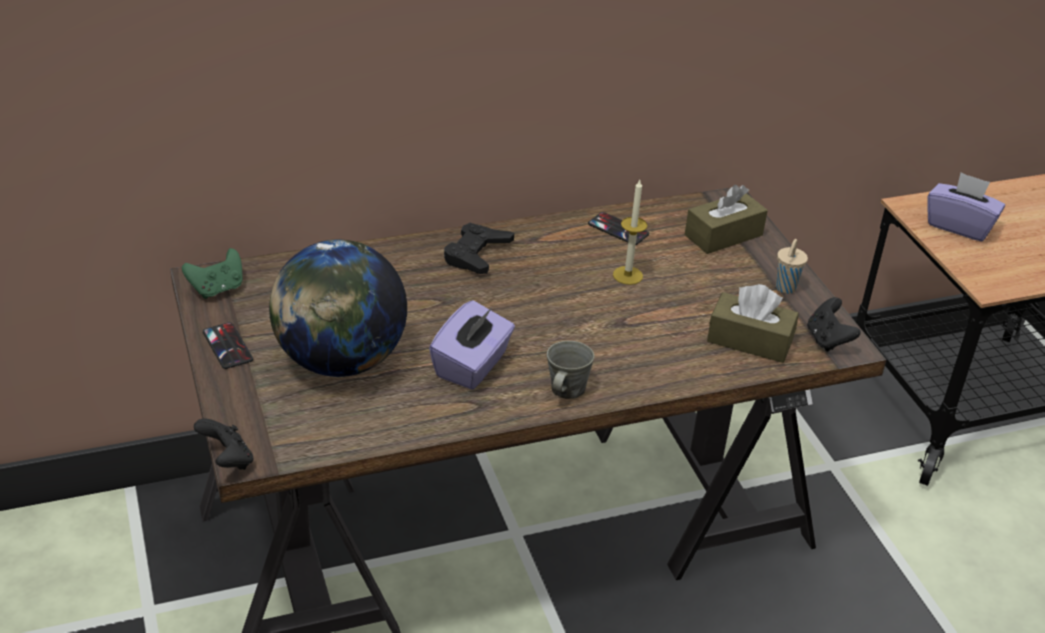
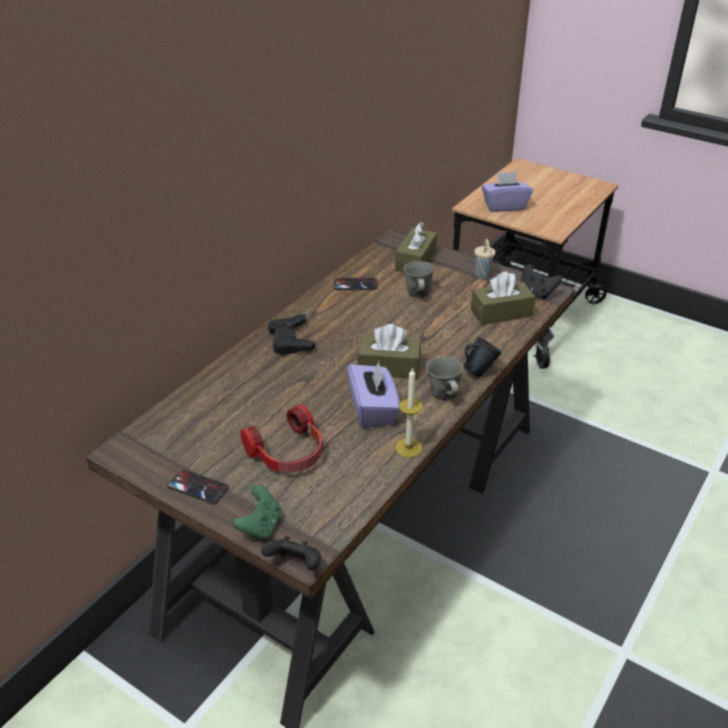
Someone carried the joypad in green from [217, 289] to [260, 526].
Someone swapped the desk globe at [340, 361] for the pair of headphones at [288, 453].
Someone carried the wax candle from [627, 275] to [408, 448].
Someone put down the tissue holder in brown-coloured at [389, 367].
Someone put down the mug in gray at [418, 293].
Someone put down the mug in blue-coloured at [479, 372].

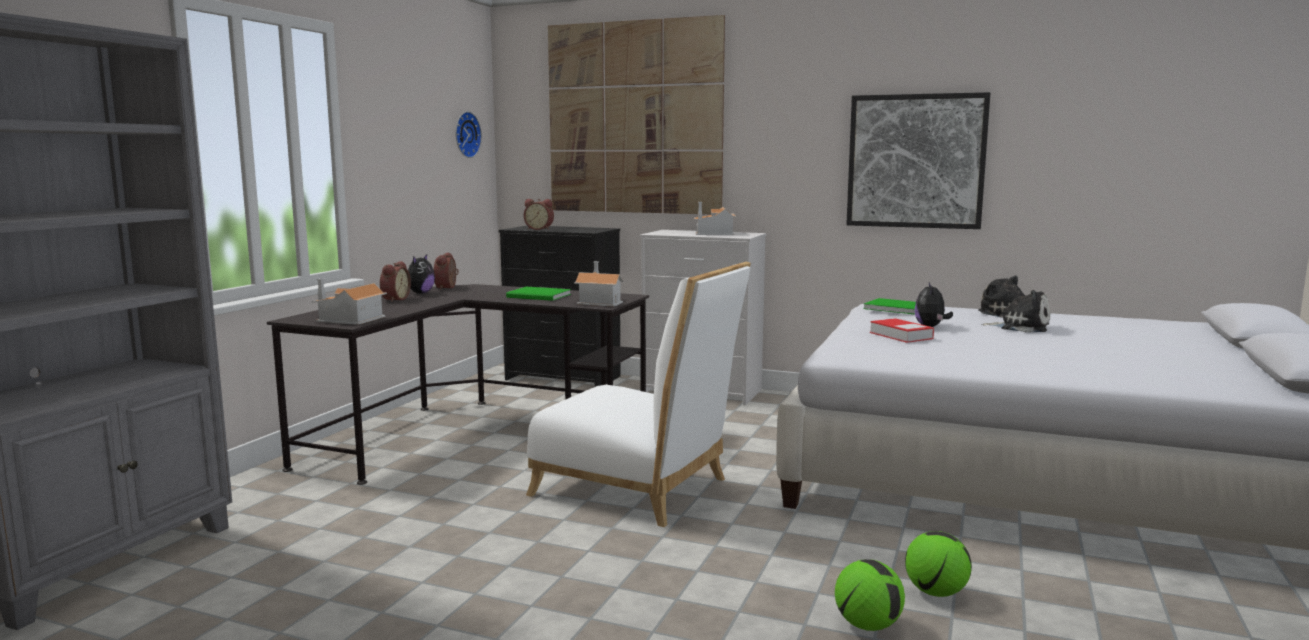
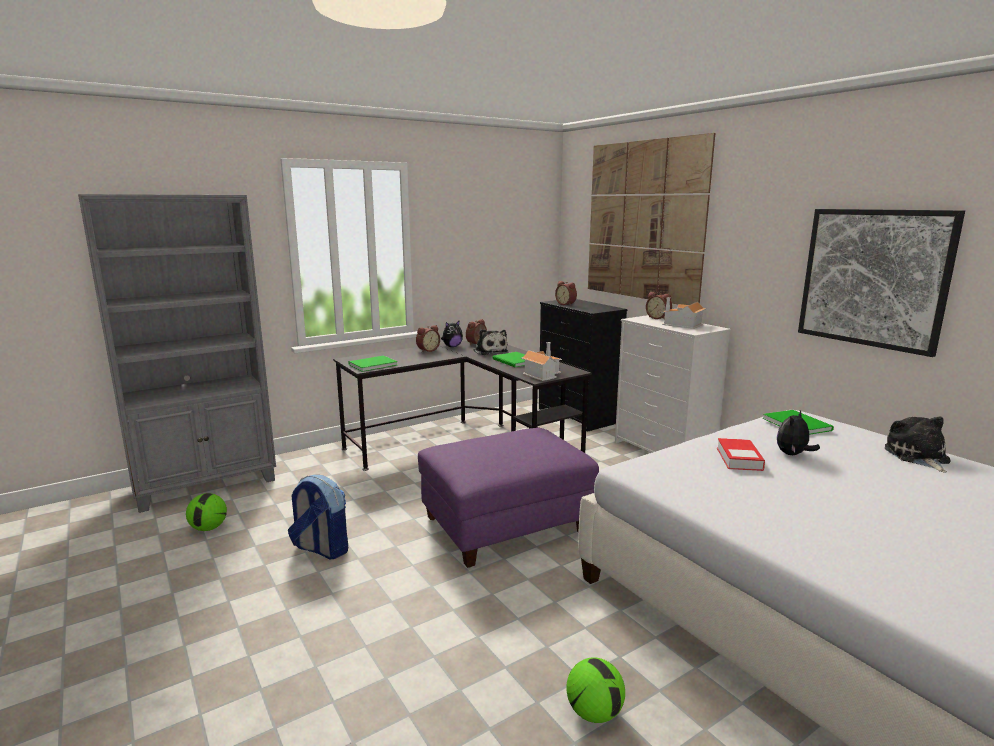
Someone swapped the model house at [350, 320] for the volume in green at [371, 365].
Someone took away the wall clock at [465, 134].
Someone swapped the upright chair in white at [639, 489] for the footrest in purple at [505, 526].
Someone carried the football from [868, 625] to [208, 528].
Someone carried the soft toy from [1020, 327] to [489, 351].
Someone put down the backpack at [321, 549].
Someone put down the bedside clock at [658, 318].

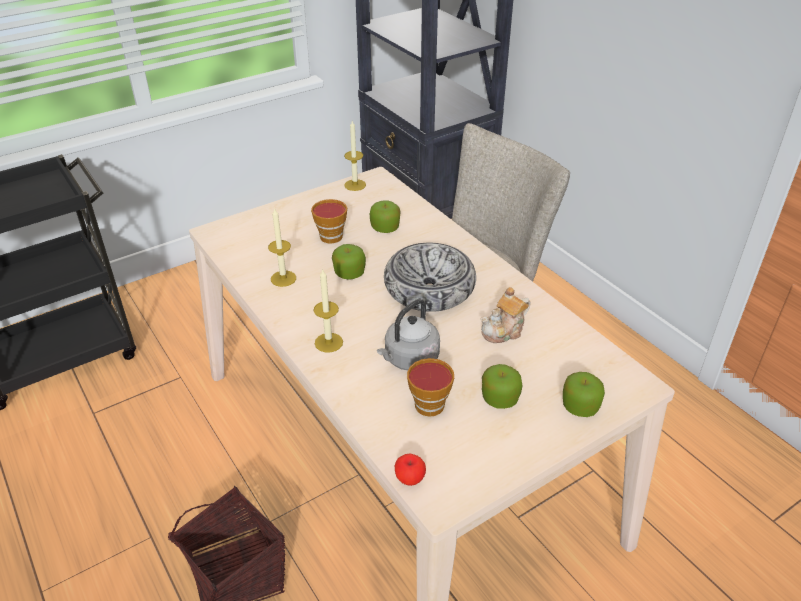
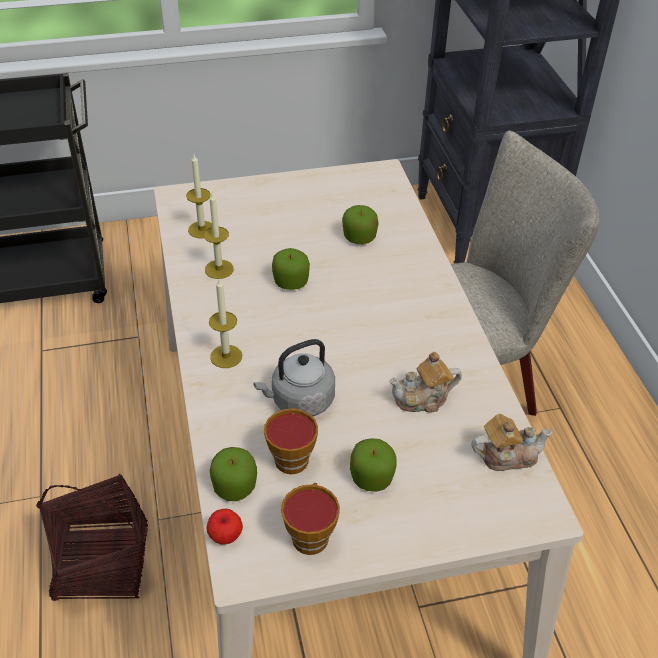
Someone carried the small cup from [330, 235] to [310, 534].
Someone carried the wax candle from [355, 185] to [202, 229].
Someone took away the bowl at [429, 288].
Someone carried the apple fruit from [580, 406] to [235, 486].
Someone put down the tea pot at [507, 455].

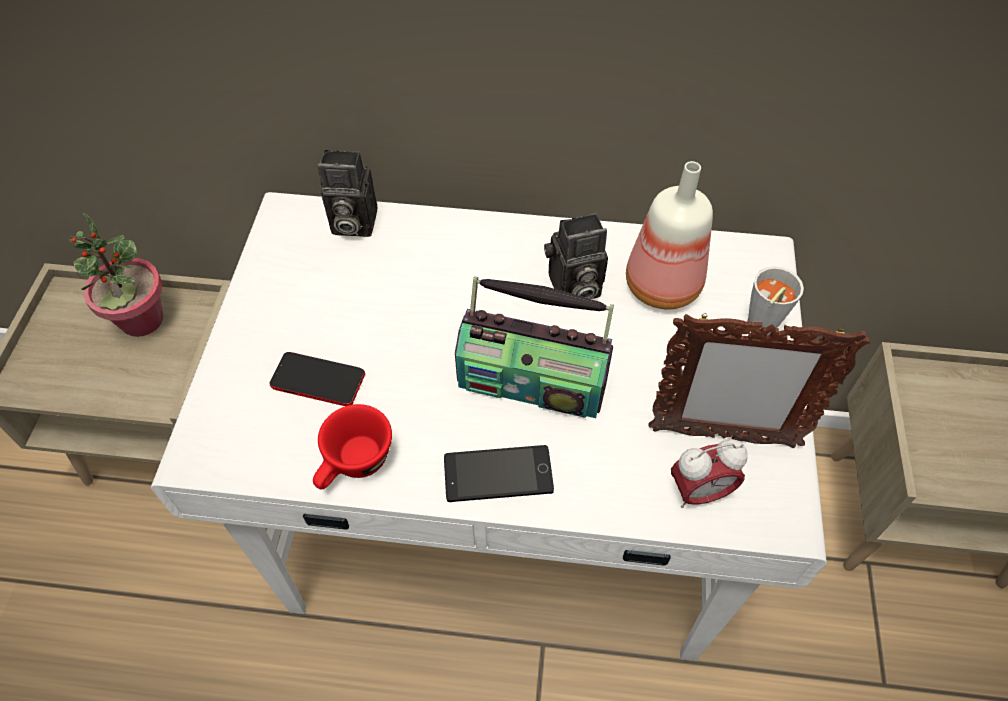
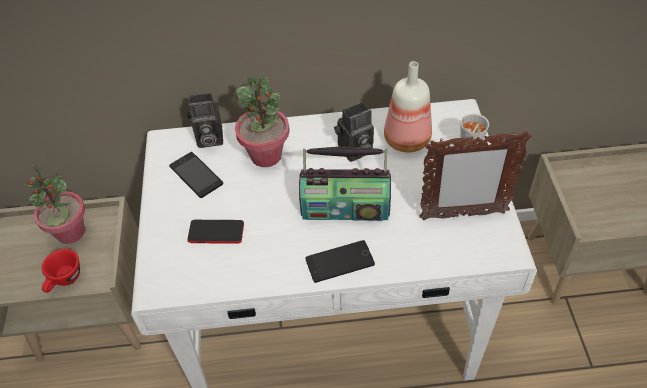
Someone carried the small cup in red from [354, 465] to [64, 280].
Someone took away the bedside clock at [699, 492].
Someone put down the telephone at [196, 175].
Someone put down the plant in a pot at [266, 155].

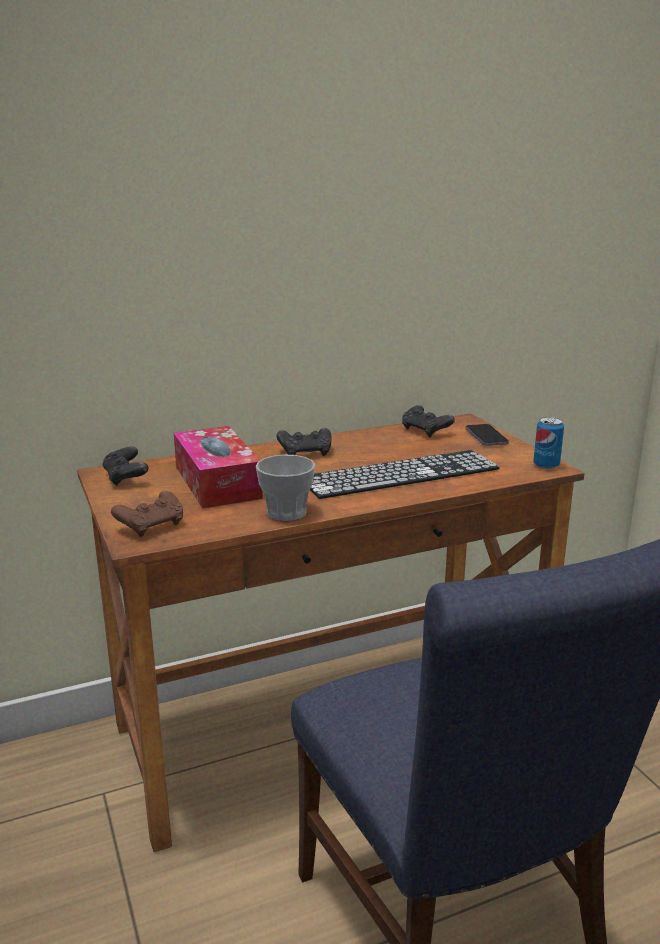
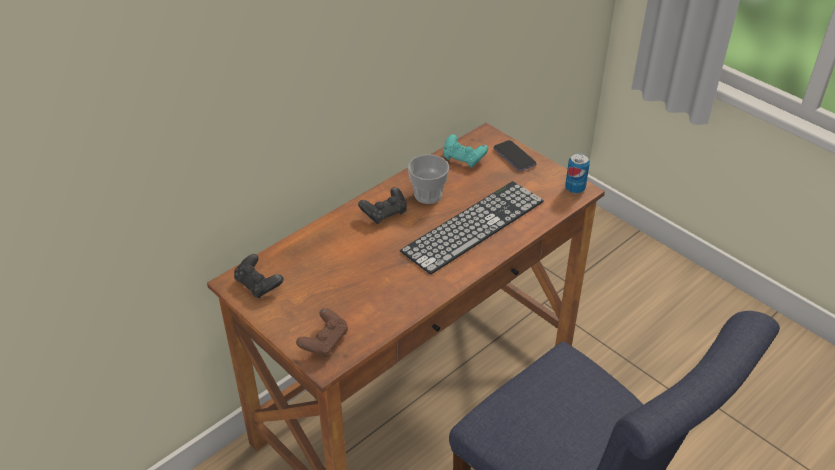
Someone took away the tissue holder at [217, 482].
Someone carried the small cup from [286, 513] to [428, 195].
Someone repainted the joypad in blackish at [425, 431], which became the joypad in turquoise-coloured at [463, 159].

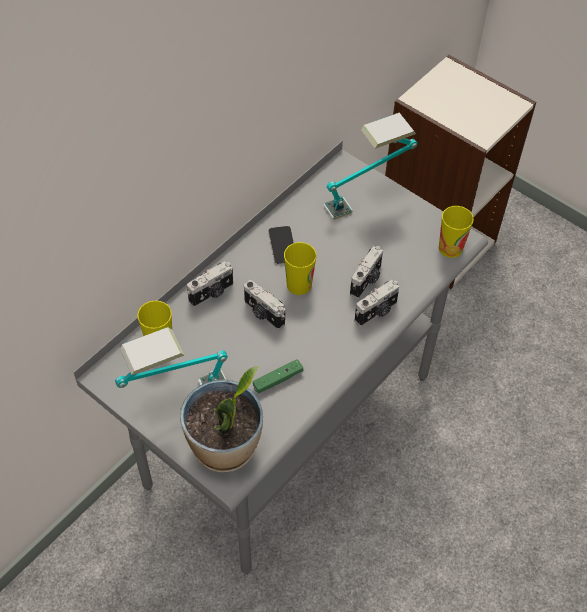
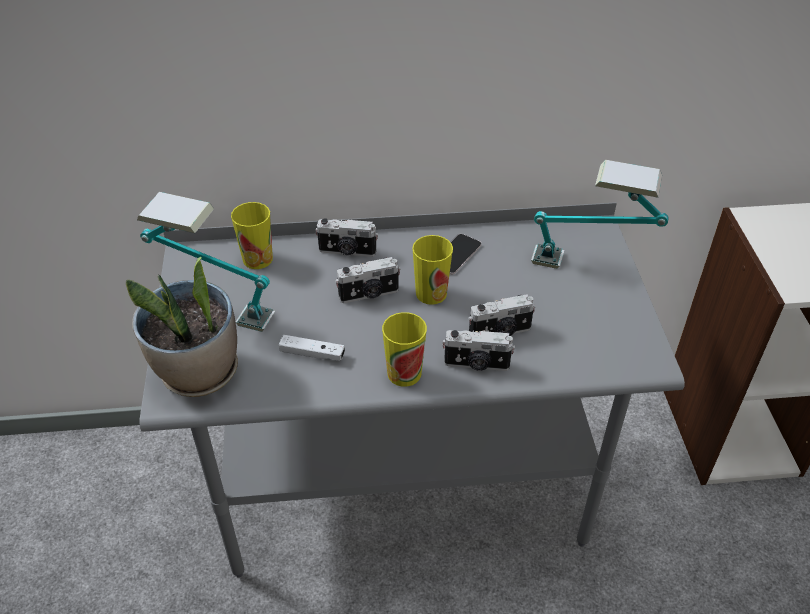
Someone rotated the photo camera at [263, 314] by 105 degrees counterclockwise.
Someone repainted the joypad in green at [278, 380], which became the joypad in white at [312, 354].
Someone carried the small cup from [450, 248] to [404, 373].

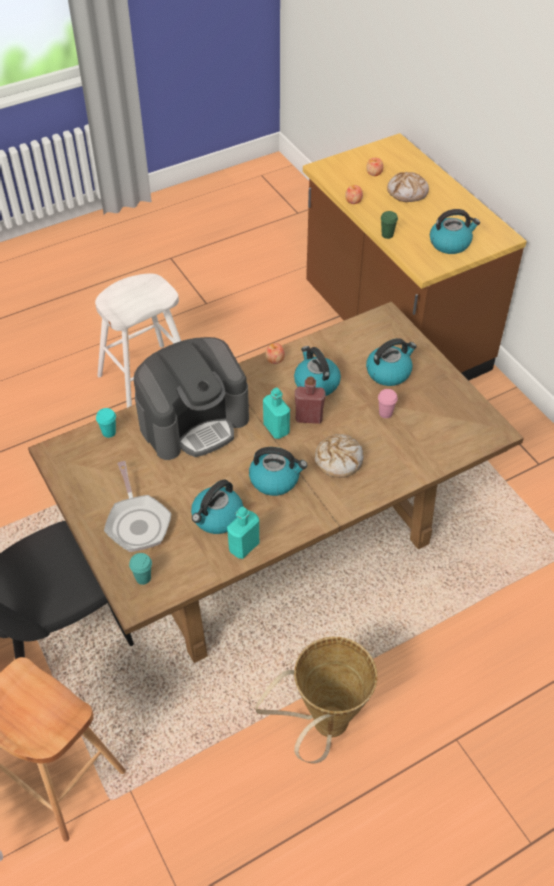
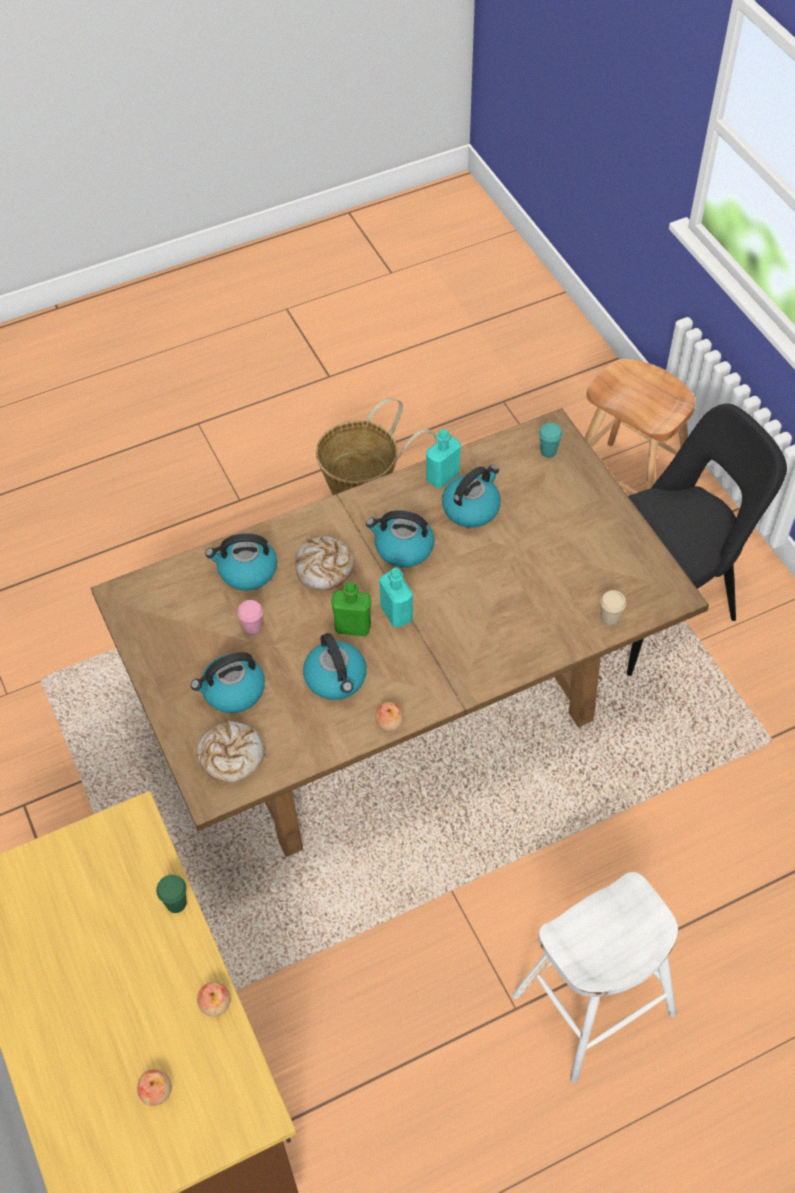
Someone repainted the small cup in turquoise-coloured at [109, 432], which became the small cup in beige at [610, 619].
Someone took away the pan at [137, 522].
Someone took away the coffee maker at [194, 421].
Someone repainted the bottle in red at [309, 418], which became the bottle in green at [353, 627].
Someone carried the bread from [407, 192] to [230, 756].
Someone carried the water kettle from [450, 243] to [246, 571].

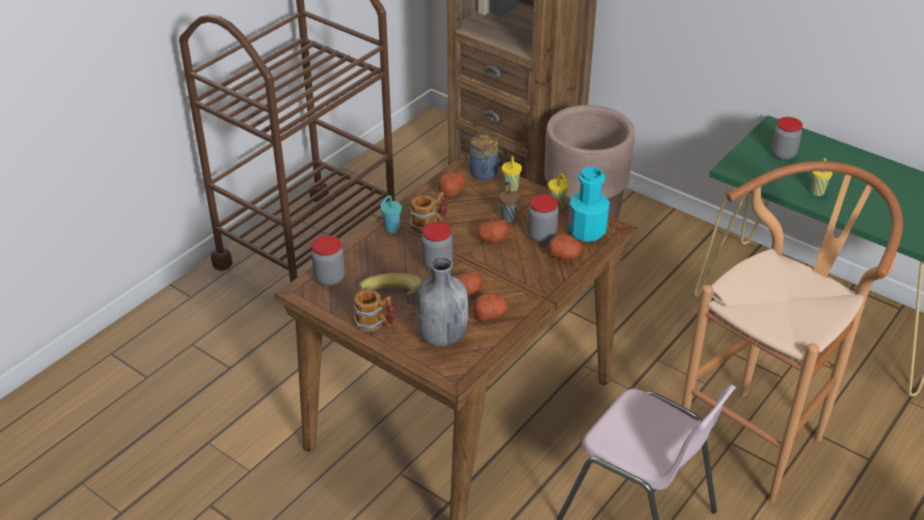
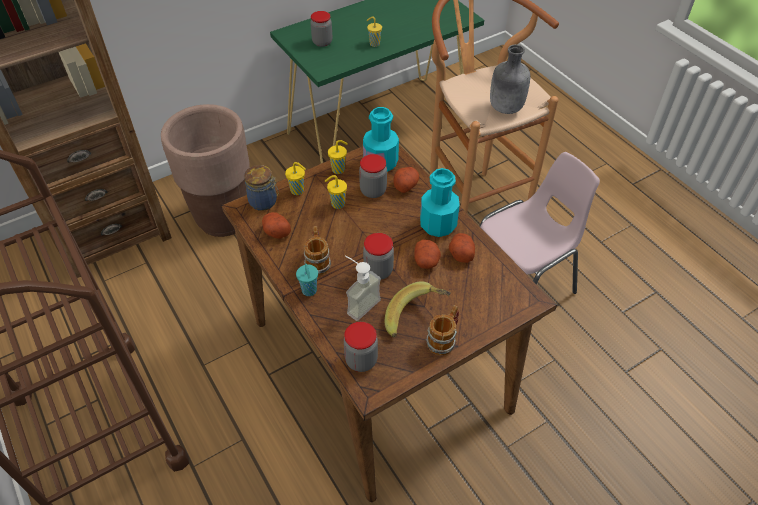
Someone carried the bottle in gray from [441, 336] to [505, 108].
Someone took away the whole potato at [493, 239].
Someone repainted the small cup in brown-coloured at [508, 217], which became the small cup in yellow-coloured at [337, 204].
Someone put down the soap dispenser at [358, 303].
Someone put down the bottle in turquoise-coloured at [438, 225].

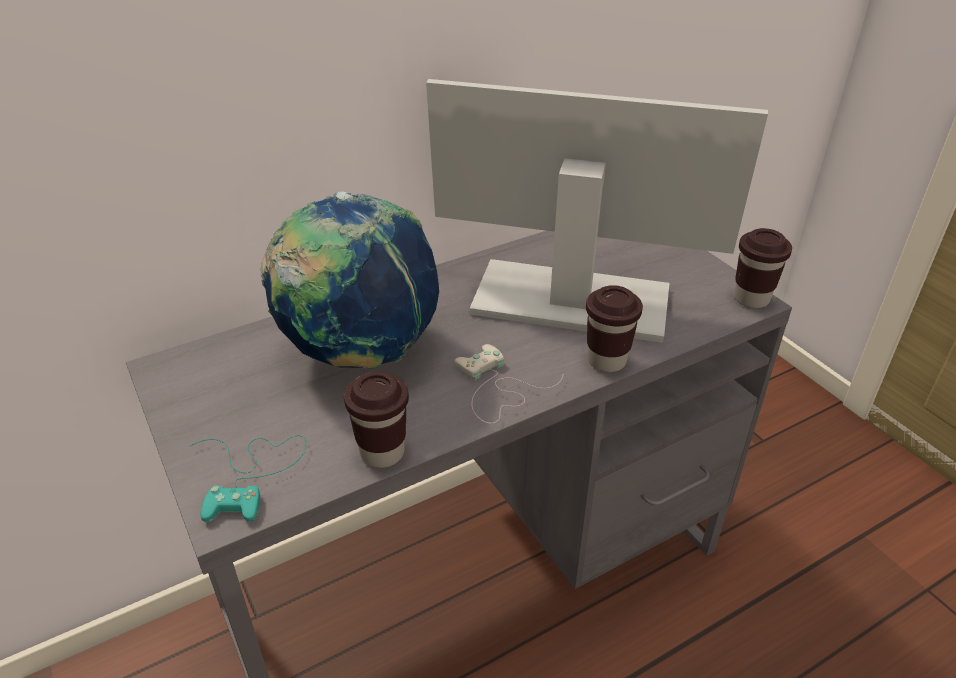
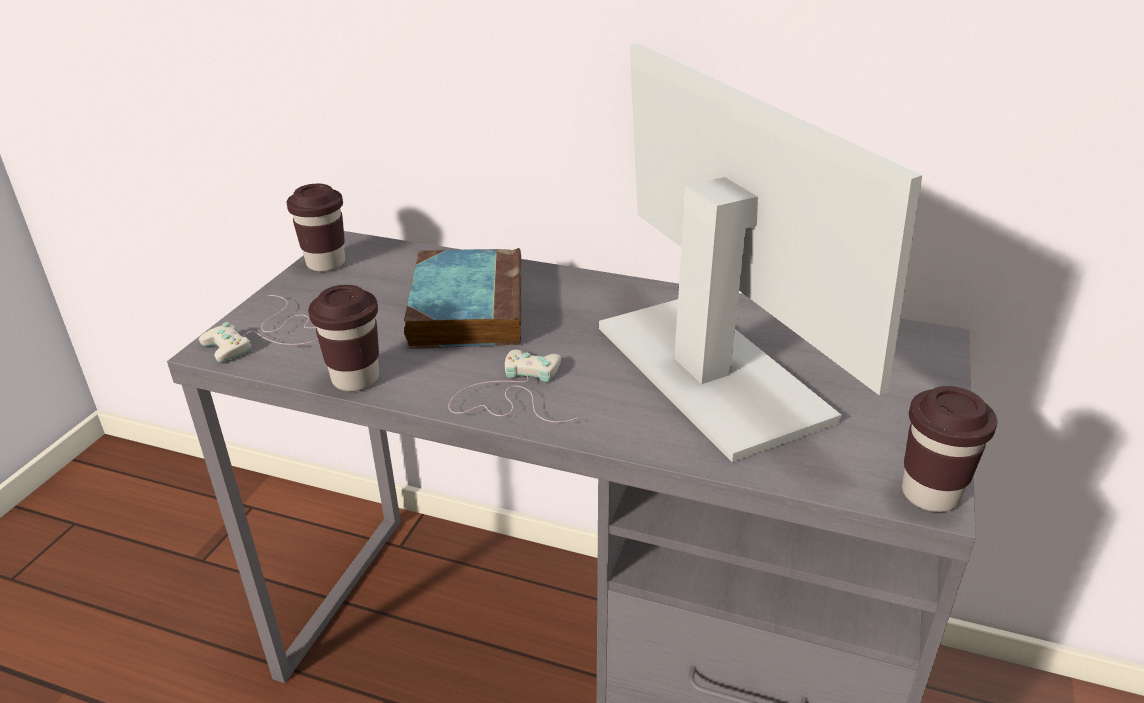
Someone repainted the joypad in turquoise-coloured at [252, 474], which became the joypad in white at [270, 336].
Someone swapped the desk globe at [359, 353] for the volume at [466, 306].
Someone carried the small cup in brown-coloured from [606, 361] to [326, 263].

